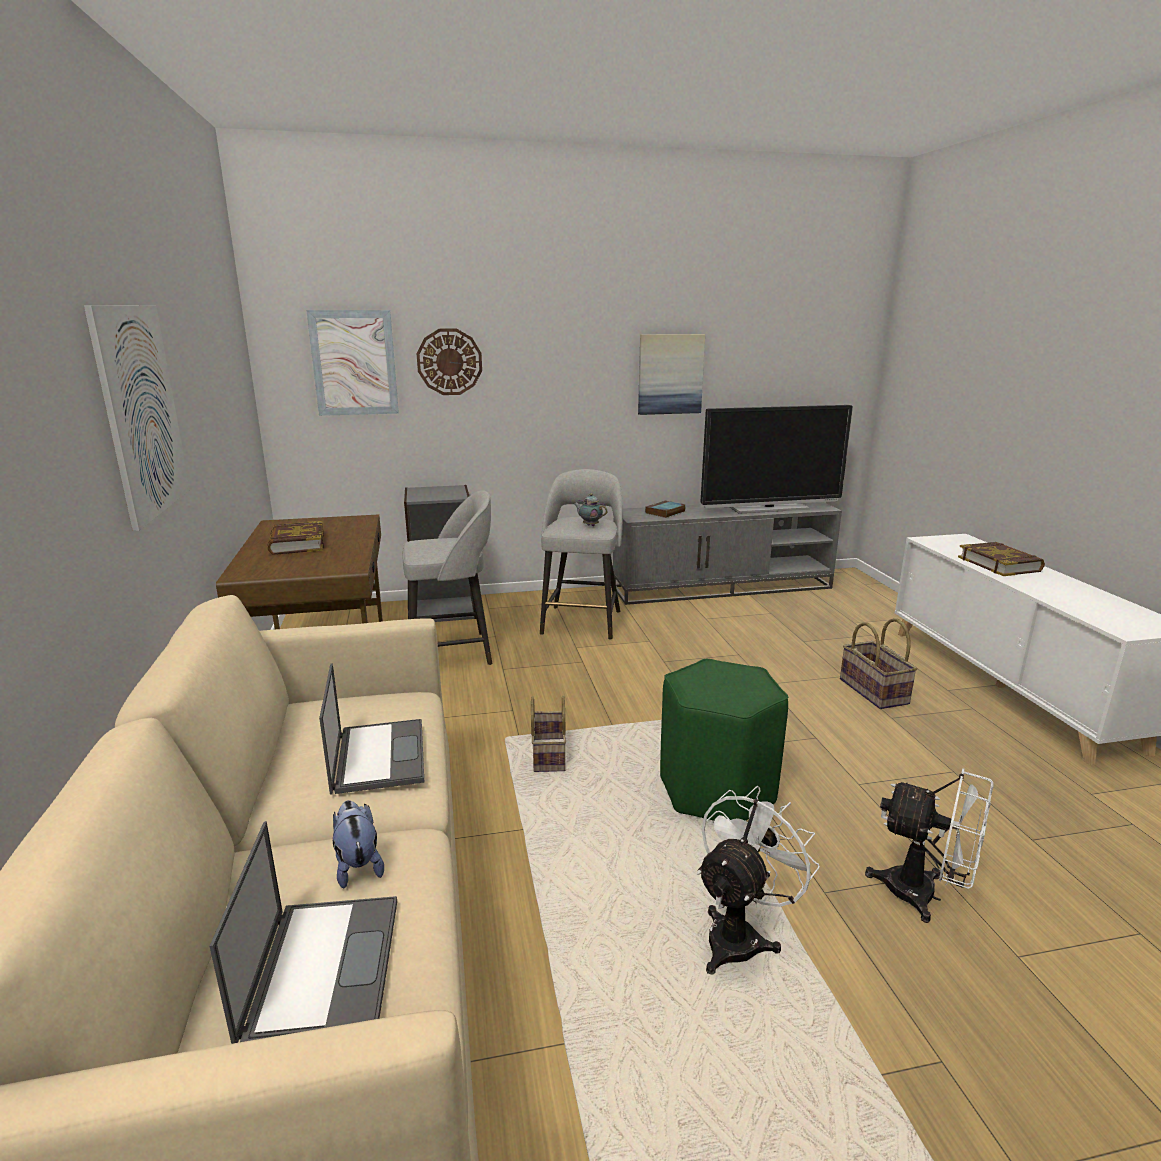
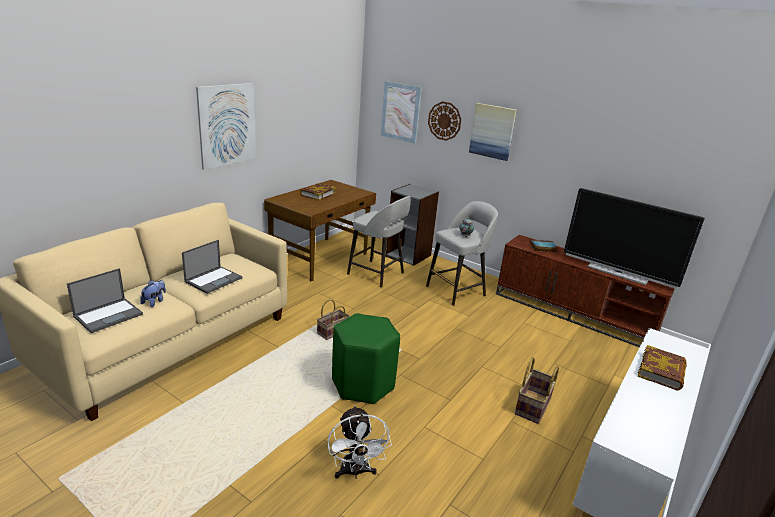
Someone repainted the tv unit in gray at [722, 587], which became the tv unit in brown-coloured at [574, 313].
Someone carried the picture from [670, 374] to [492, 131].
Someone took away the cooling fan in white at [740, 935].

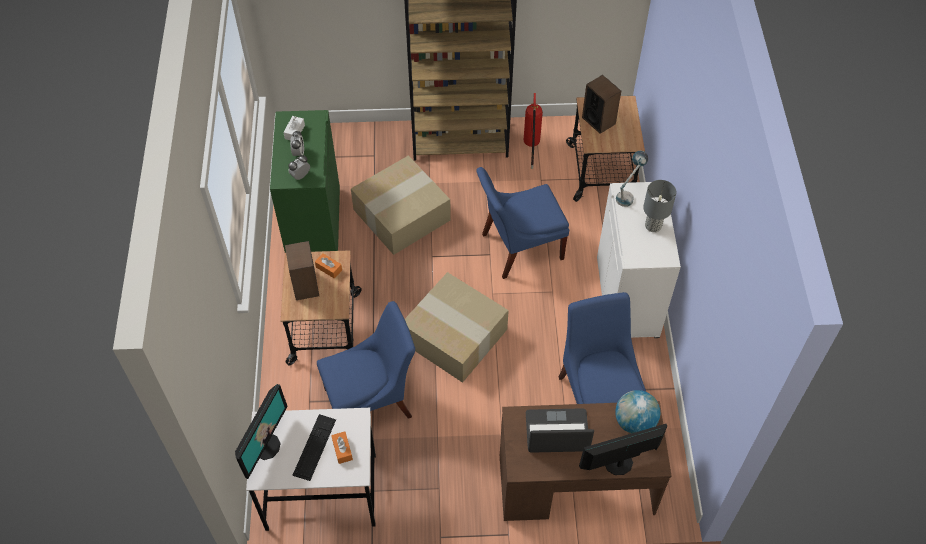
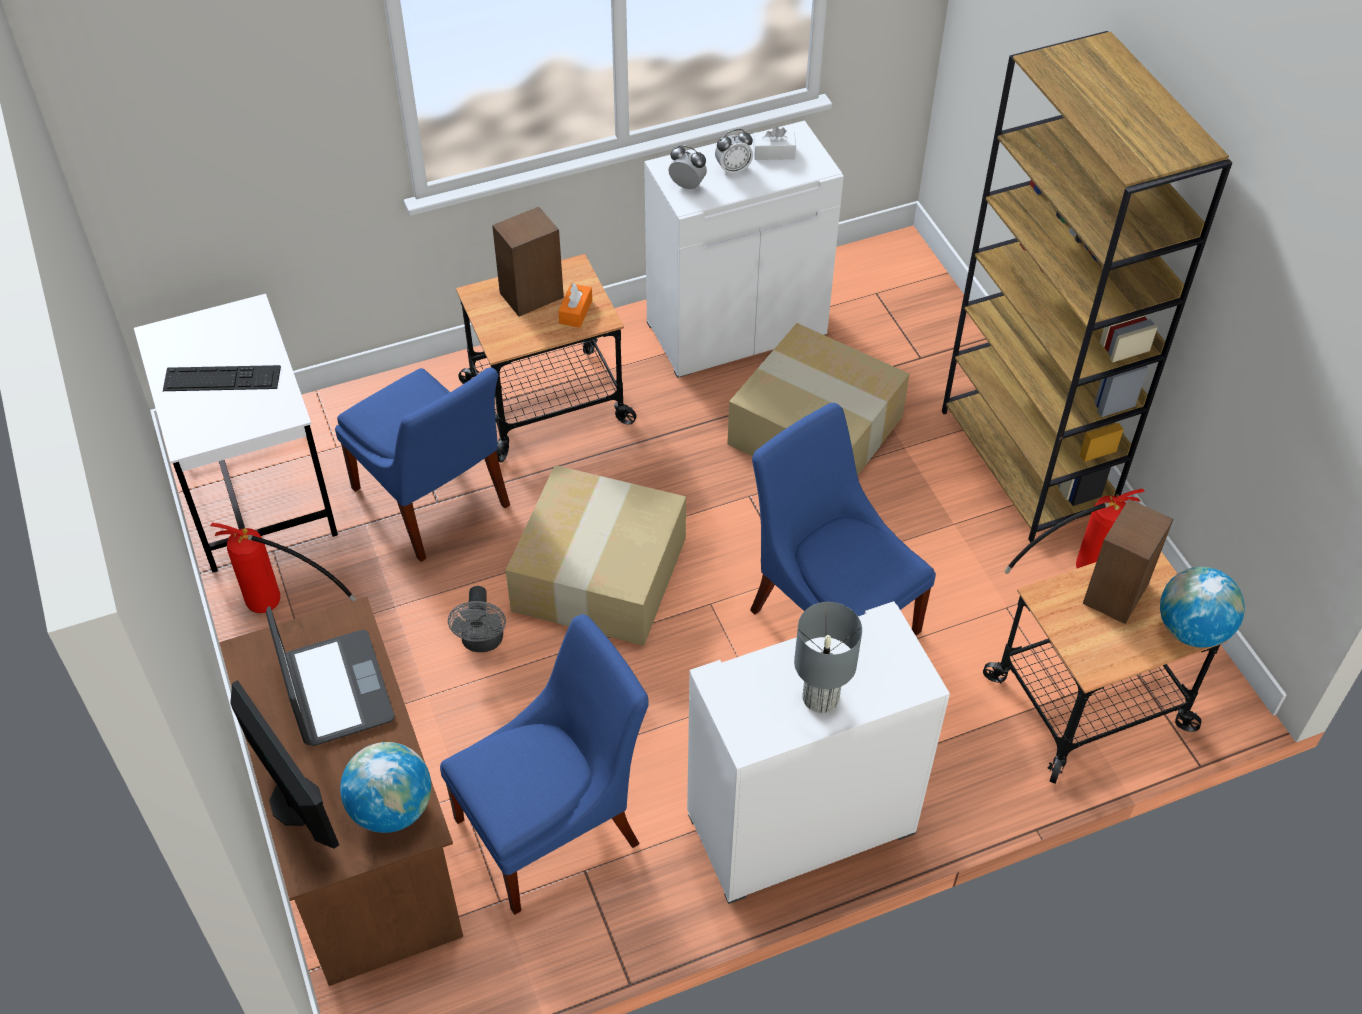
Someone took away the computer display at [266, 446].
Someone repainted the cabinet in green at [313, 225], which became the cabinet in white at [736, 328].
Someone took away the tissue holder in orange-coloured at [342, 450].
Someone took away the table lamp at [628, 194].
Someone put down the fire extinguisher at [282, 605].
Someone put down the cooling fan in gray at [482, 642].
Someone put down the desk globe at [1191, 629].

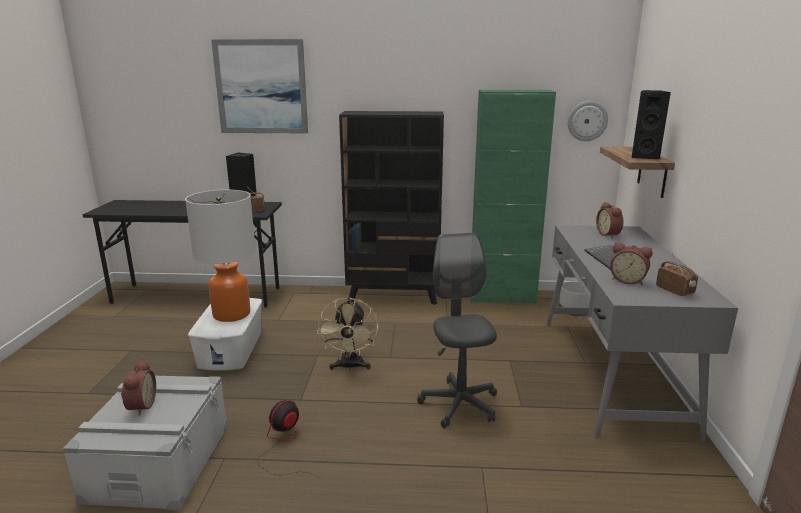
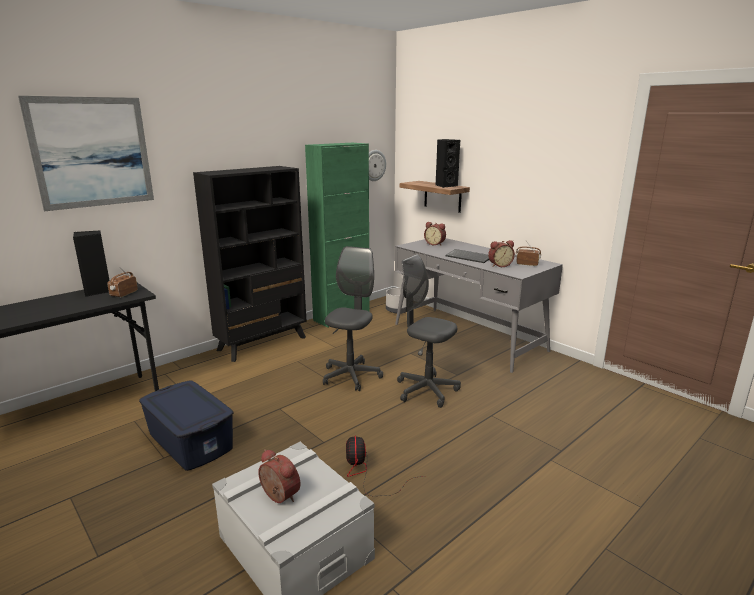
Someone took away the table lamp at [231, 314].
Someone repainted the storage container in white at [231, 349], which became the storage container in blue-coloured at [191, 440].
Someone took away the cooling fan in beige at [350, 366].
Someone put down the computer chair in gray at [351, 376].

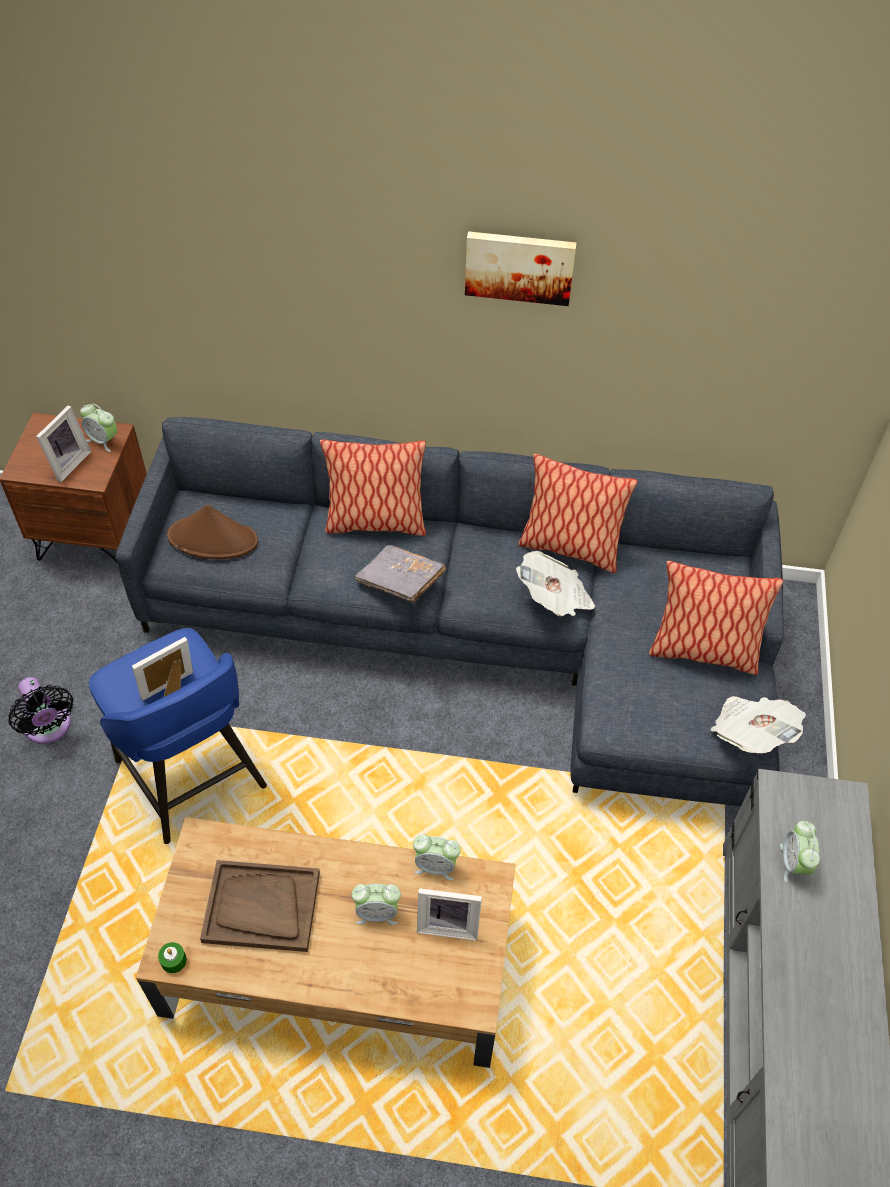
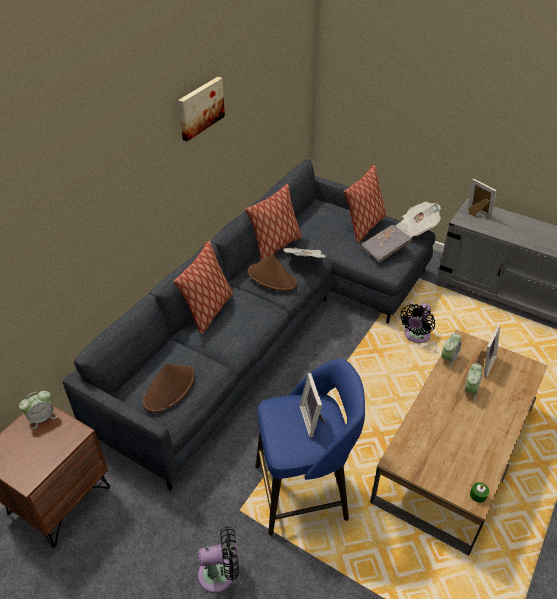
Someone carried the photo frame from [67, 463] to [476, 213].
Someone took away the serving tray in brown-coloured at [261, 907].
Someone carried the volume in gray from [400, 582] to [385, 249].
Someone took away the bedside clock at [794, 863].
Someone put down the hat in brown-coloured at [272, 278].
Someone put down the cooling fan in blackish at [415, 336].

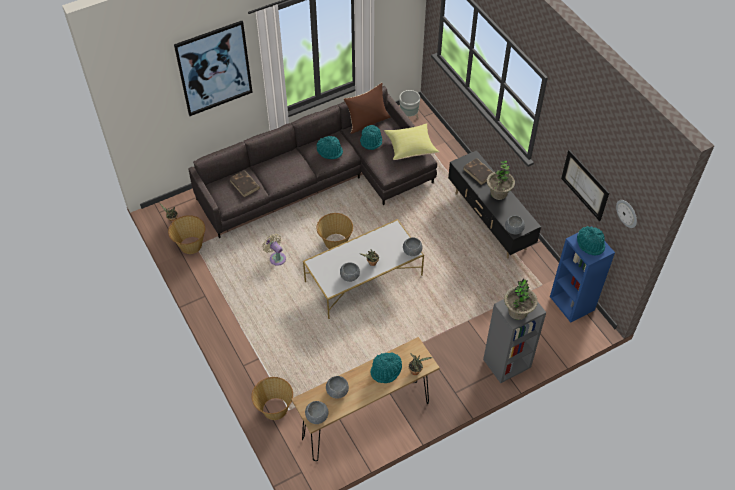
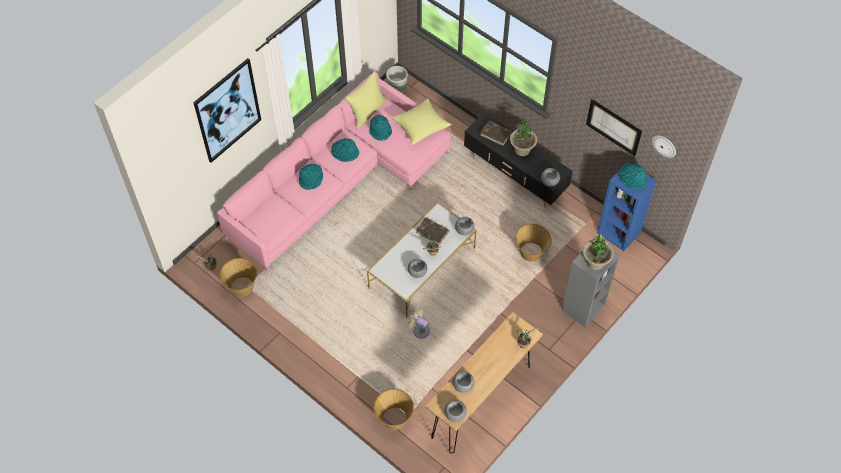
Someone repainted the sofa in gray at [321, 179], which became the sofa in pink-coloured at [339, 181].
Someone carried the volume in brown-coloured from [245, 185] to [432, 232].
Someone carried the cooling fan in beige from [276, 257] to [419, 330].
Someone carried the basket from [335, 242] to [530, 252].
Someone repainted the pillow in brown-coloured at [367, 121], which became the pillow in yellow-coloured at [367, 111].
Someone carried the hat in turquoise-coloured from [386, 371] to [311, 179].

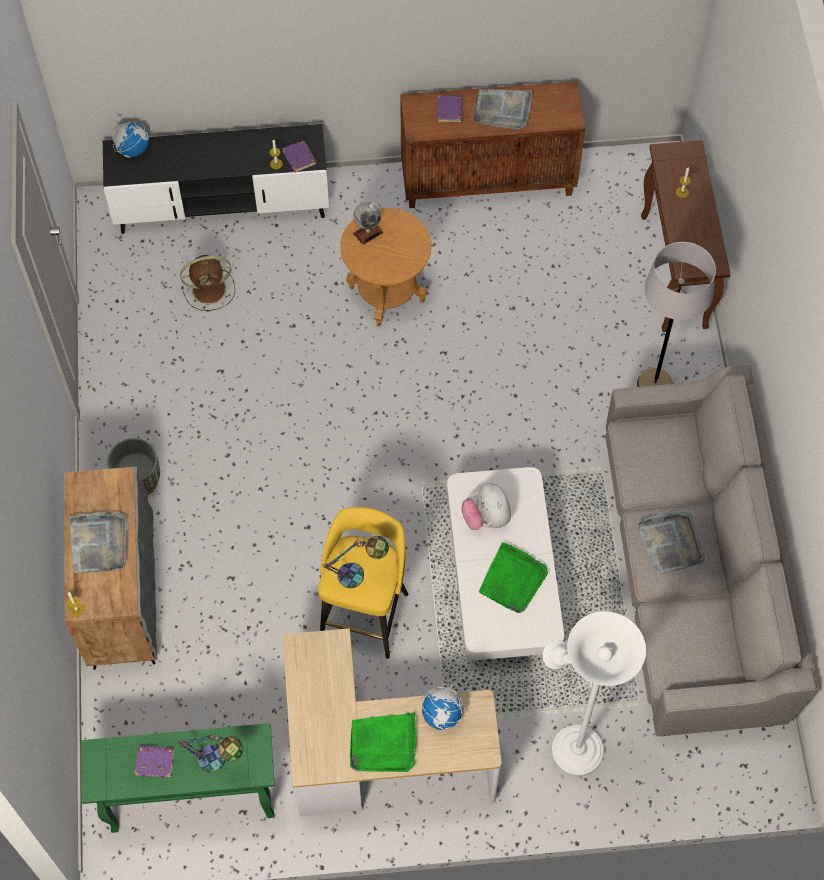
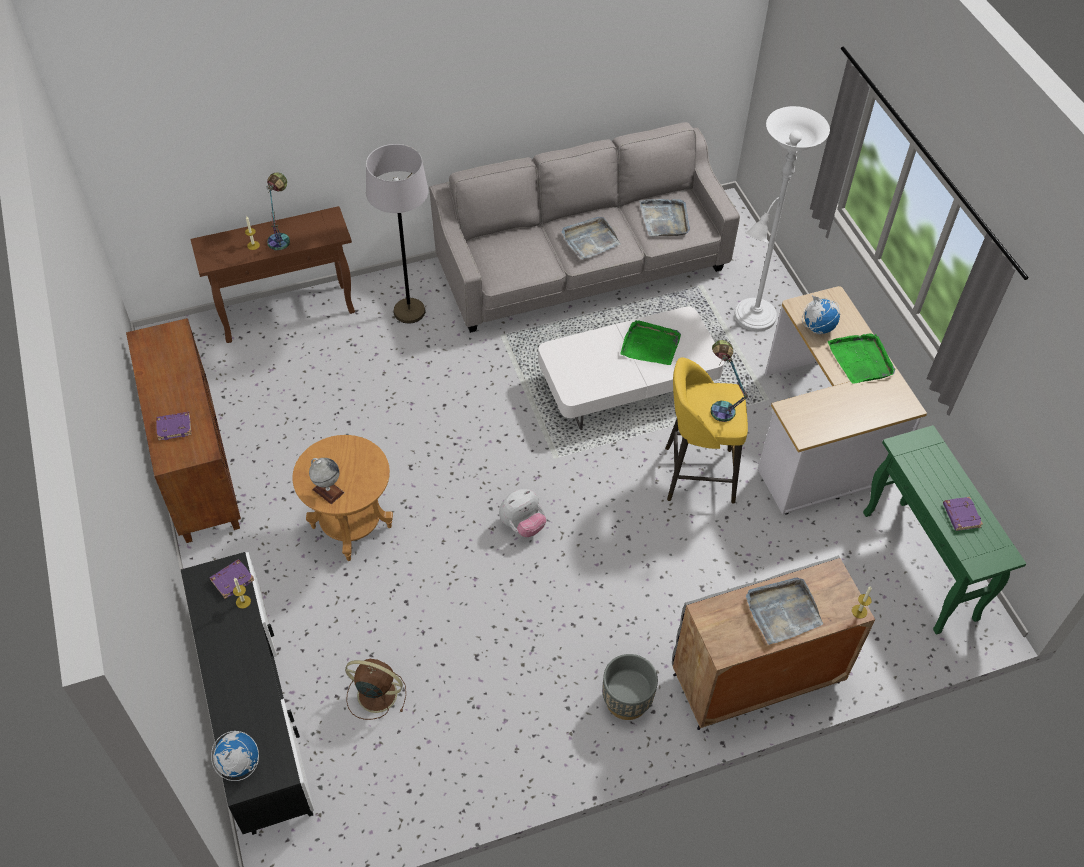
Someone carried the table lamp from [219, 763] to [282, 238].
Someone rotated the cooling fan in brown-coloured at [210, 289] by 45 degrees counterclockwise.
Someone carried the soft toy from [486, 518] to [522, 525].
Someone carried the serving tray in gray from [502, 110] to [665, 219].

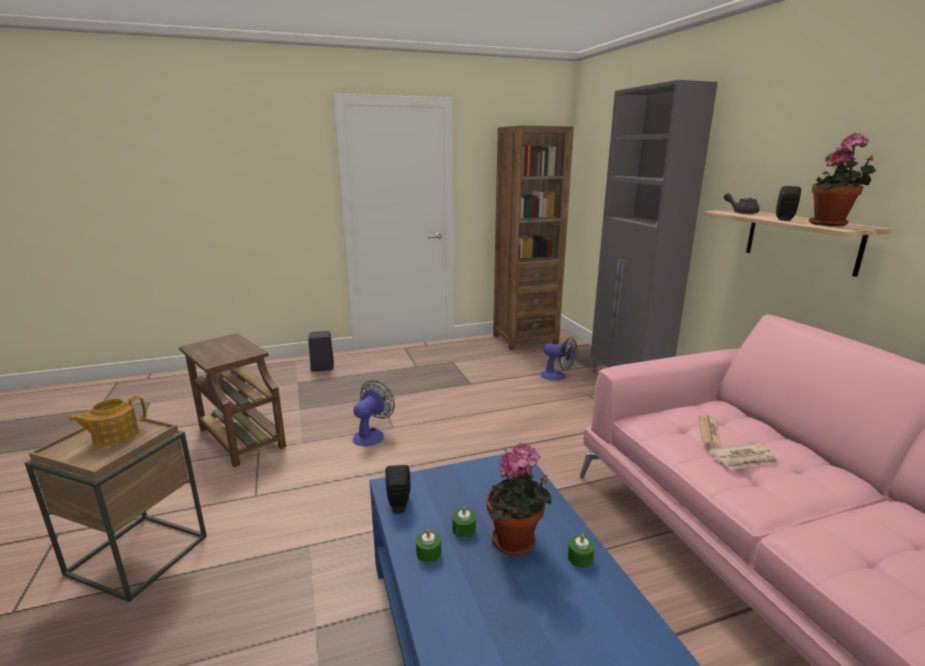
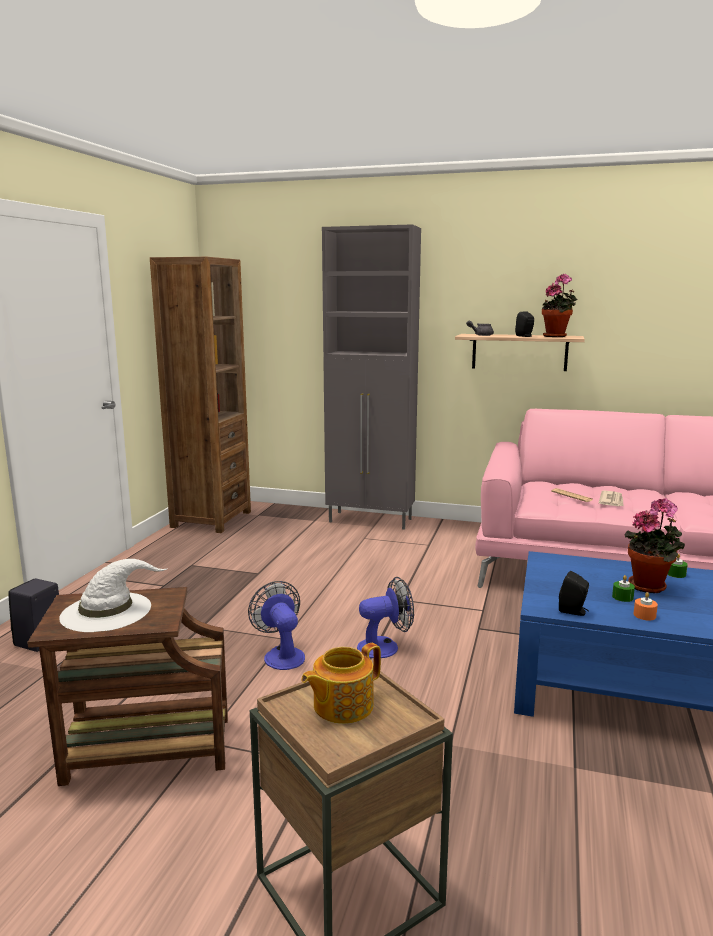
Someone rotated the tea pot at [115, 436] by 60 degrees clockwise.
Someone repainted the wax candle in green at [428, 553], which became the wax candle in orange-coloured at [644, 615].
Someone carried the cooling fan from [557, 376] to [385, 646].
Someone put down the hat in white at [108, 611].

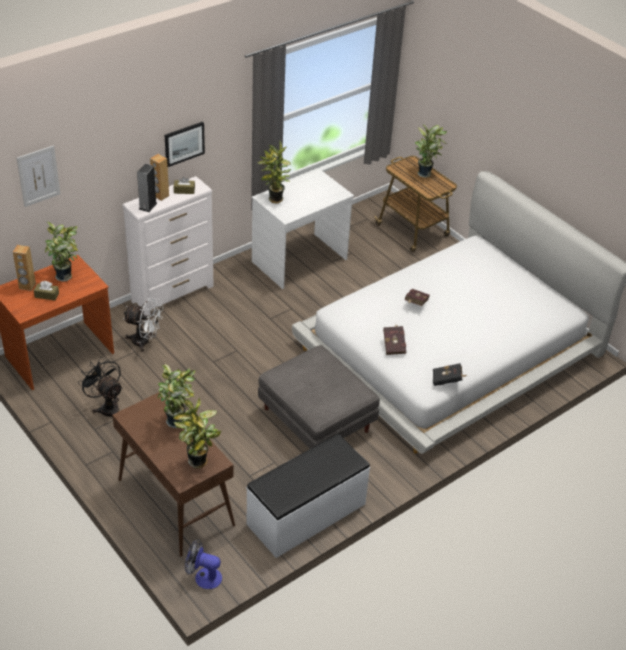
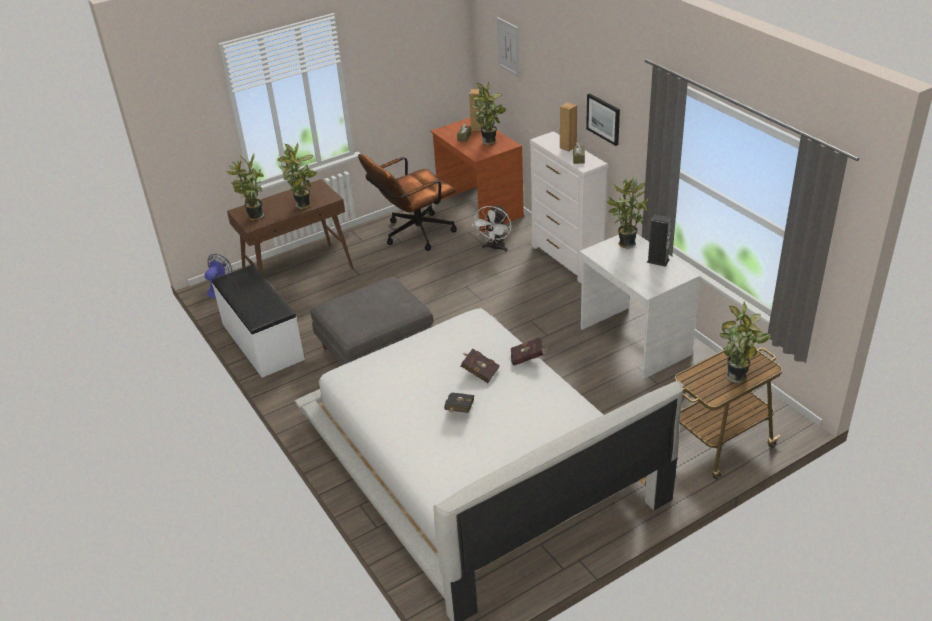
Someone swapped the cooling fan in blackish at [106, 407] for the computer chair in brown-coloured at [413, 234].
Someone carried the audio speaker from [148, 206] to [658, 261].
Someone carried the volume in red from [394, 345] to [528, 359].
Someone carried the volume in blackish from [447, 381] to [459, 411].

